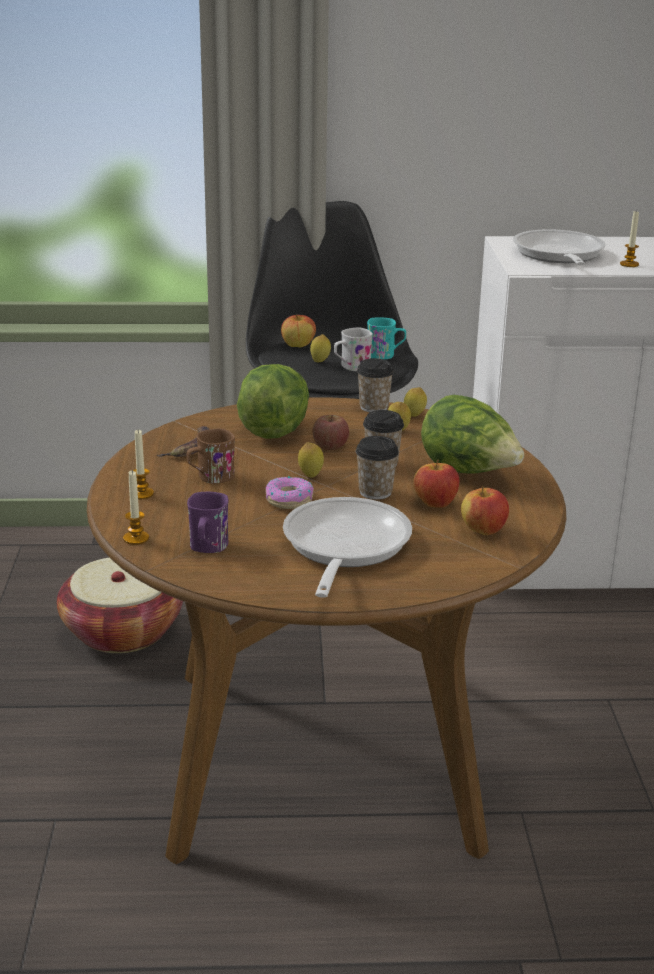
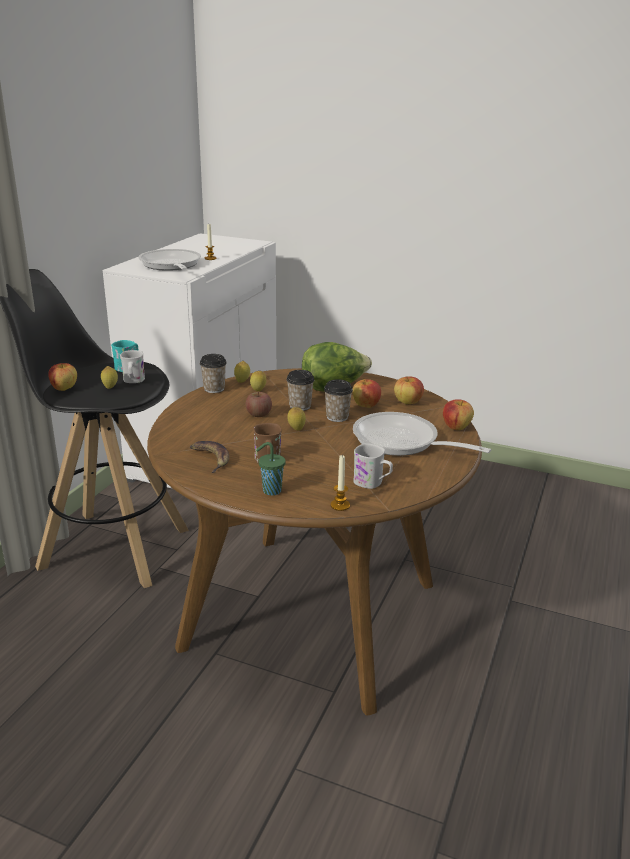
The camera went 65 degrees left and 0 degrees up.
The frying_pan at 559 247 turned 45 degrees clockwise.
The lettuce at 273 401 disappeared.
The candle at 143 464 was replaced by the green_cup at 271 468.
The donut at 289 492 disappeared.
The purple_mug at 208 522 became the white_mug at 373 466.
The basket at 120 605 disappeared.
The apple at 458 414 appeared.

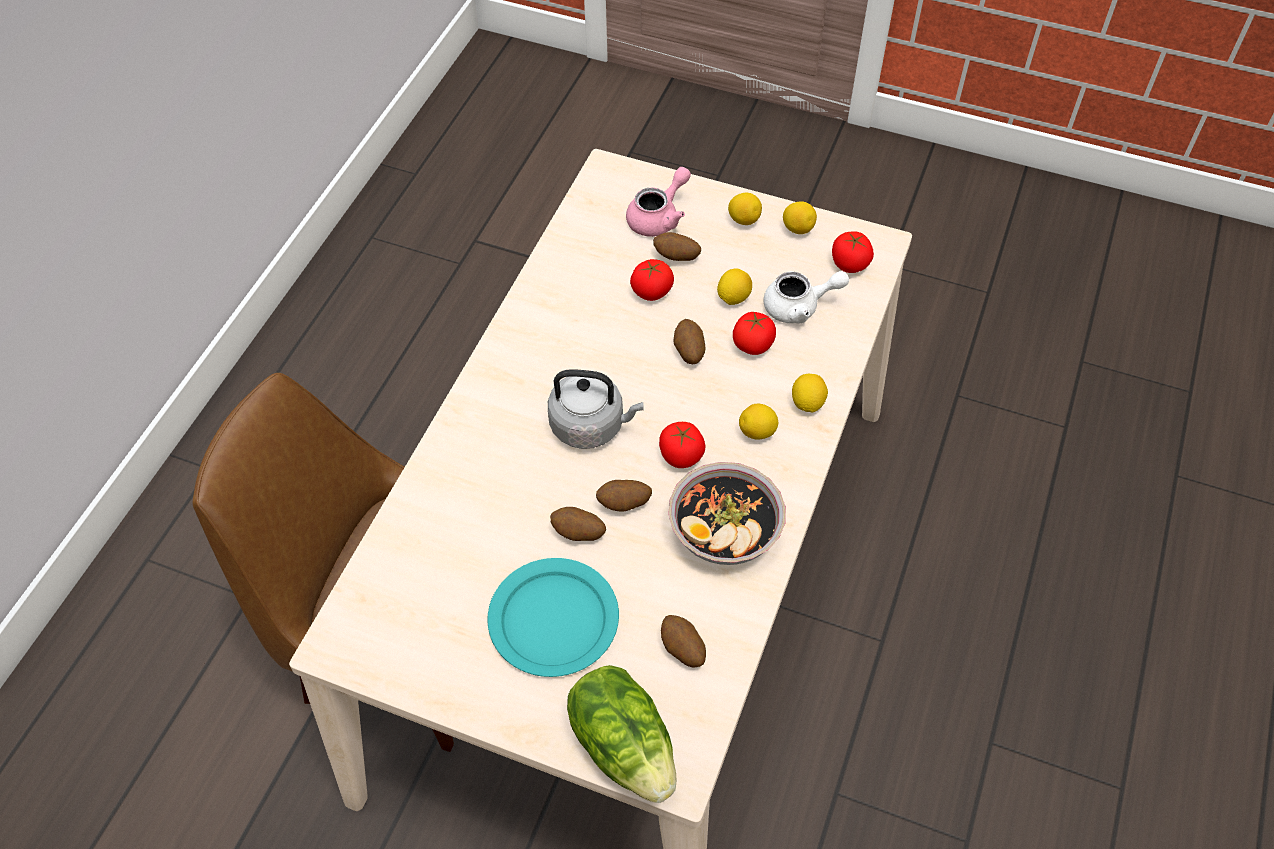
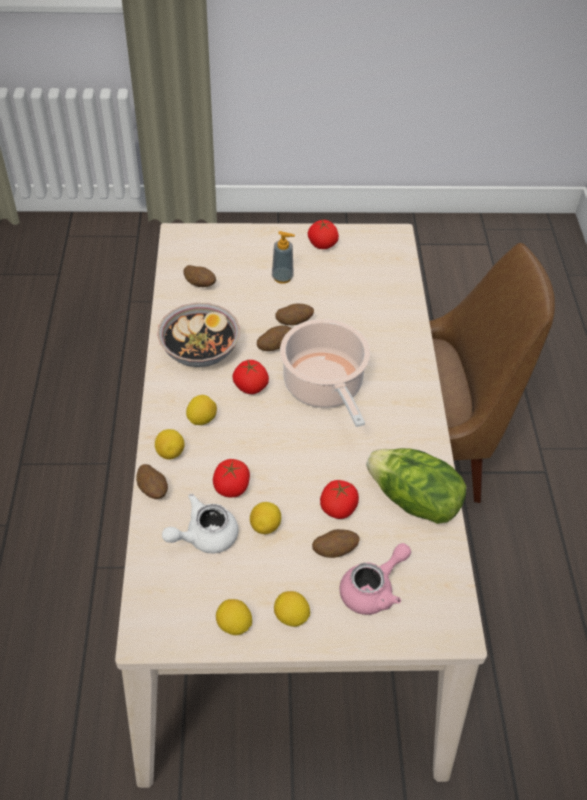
The camera went 155 degrees right and 5 degrees down.
The pink_teapot at 658 202 turned 150 degrees counterclockwise.
The tomato moved from 853 252 to 323 234.
The potato moved from 689 341 to 152 481.
The grey_kettle at 596 409 was replaced by the cooking_pot at 325 373.
The turquoise_plate at 553 617 was replaced by the soap_dispenser at 283 257.
The lettuce moved from 621 734 to 416 486.

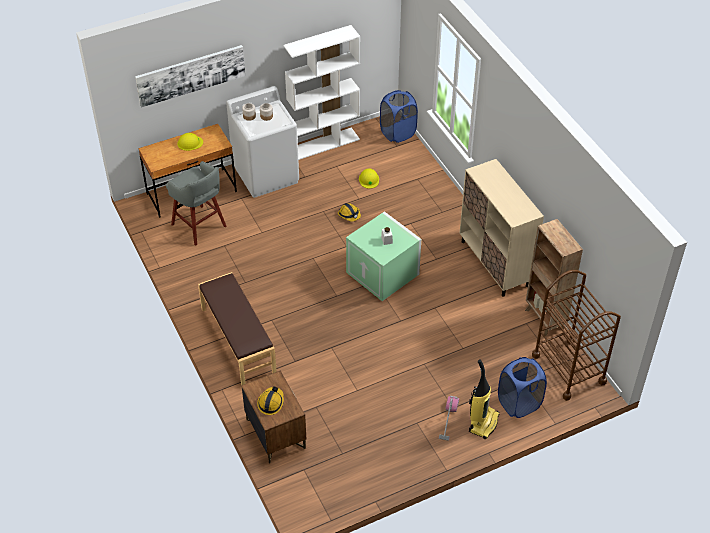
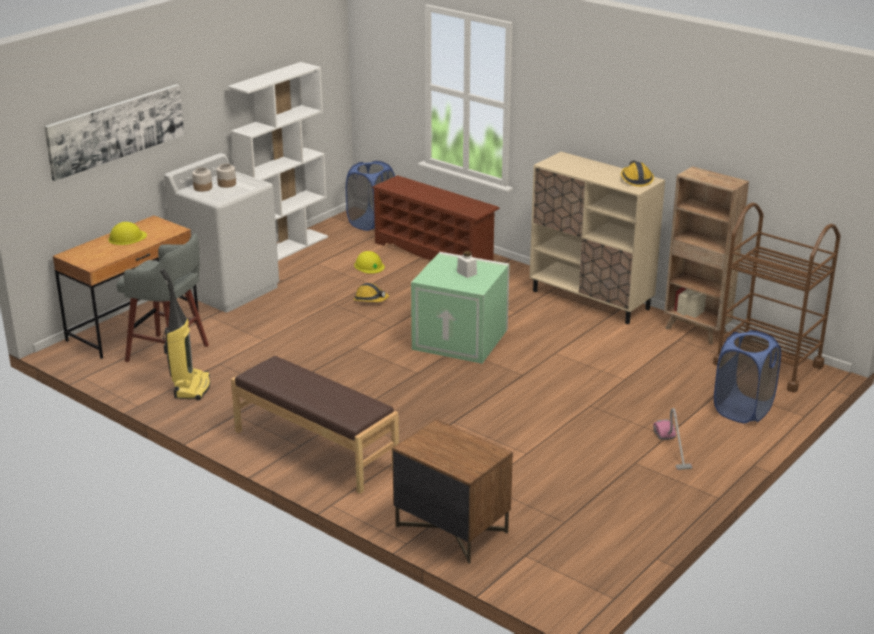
The camera went 25 degrees left and 20 degrees down.
The vacuum_cleaner moved from 484 399 to 185 334.
The hard_hat moved from 270 401 to 637 174.
The brown_shoe_rack at 436 218 appeared.

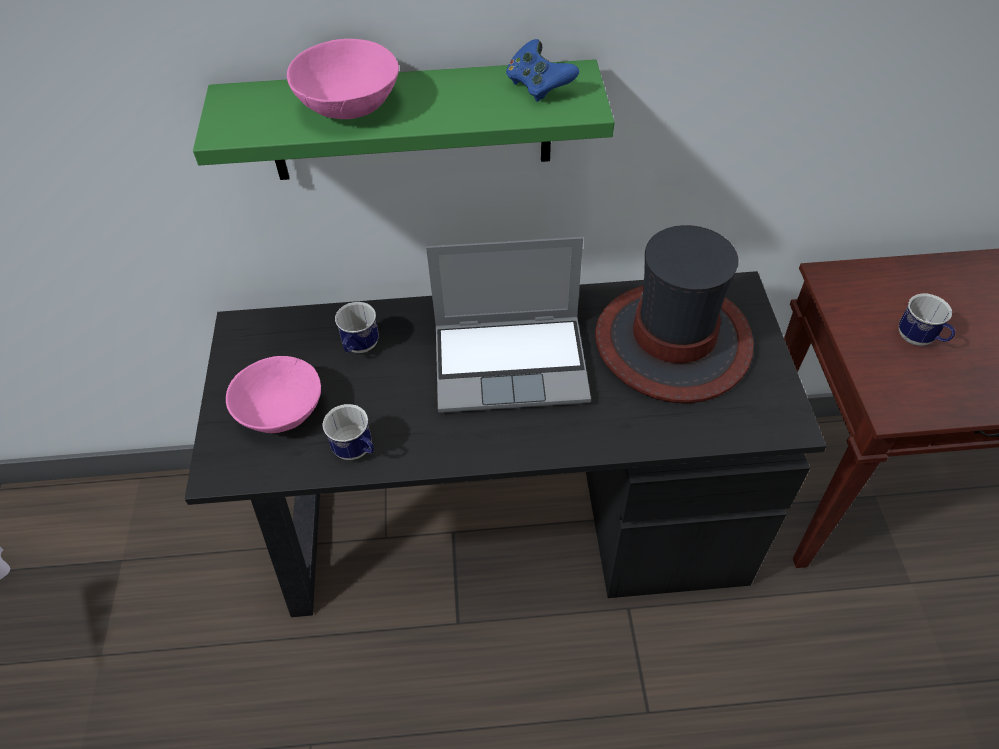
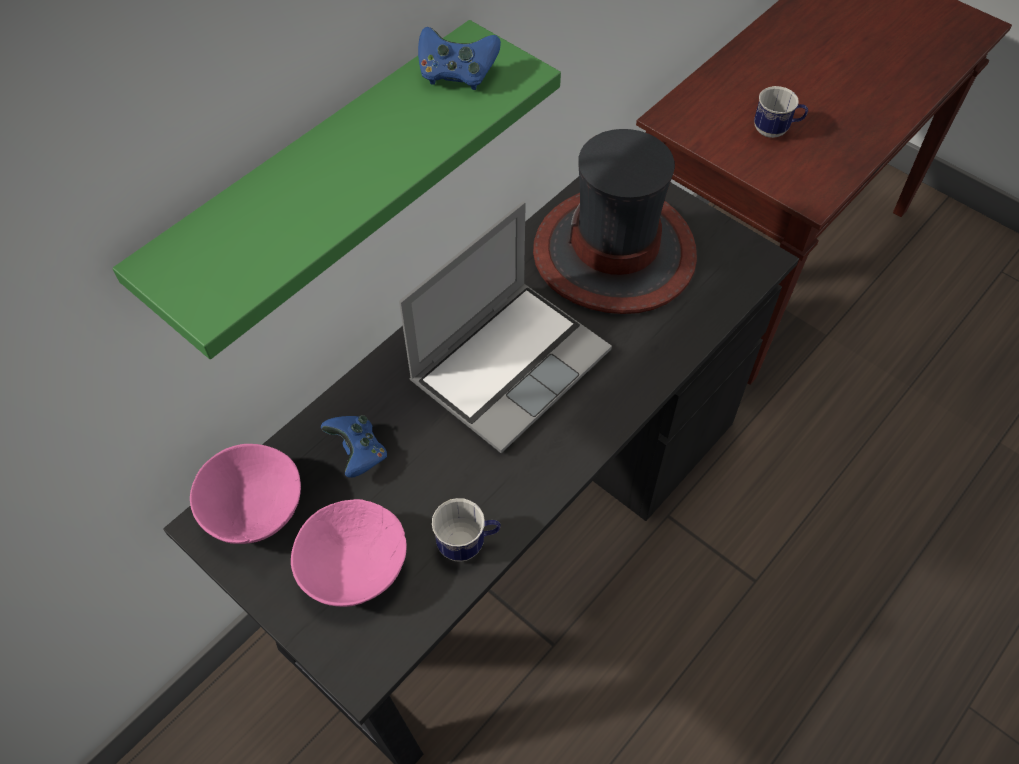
The camera went 45 degrees left and 5 degrees up.
The pink_bowl moved from 343 79 to 245 494.
The mug at 357 327 was replaced by the blue_game_controller at 354 446.

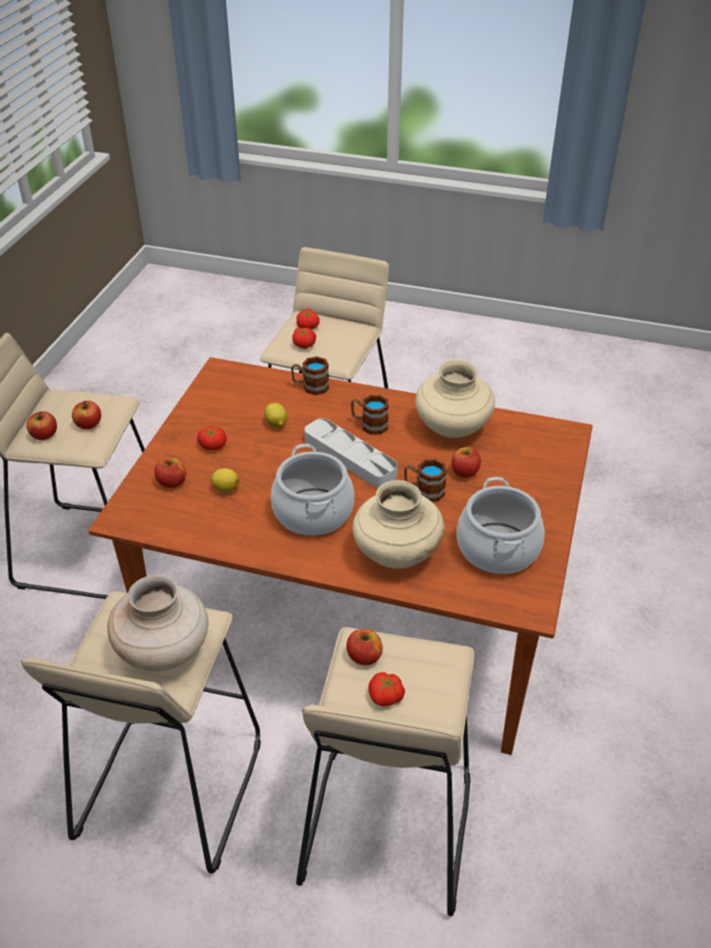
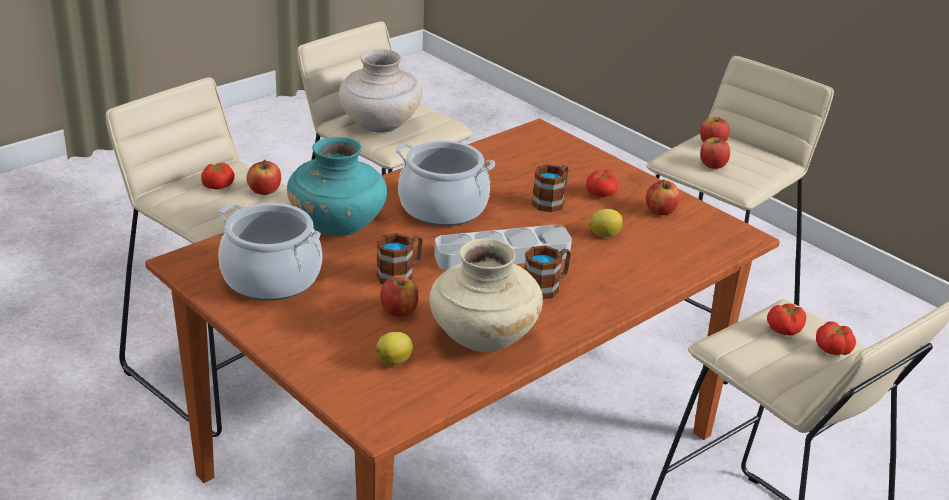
The camera went 120 degrees right and 10 degrees down.
The mug moved from 310 375 to 550 188.
The apple moved from 170 473 to 663 197.
The lemon moved from 224 480 to 394 349.
The beige_vase at 398 524 became the turquoise_vase at 337 186.

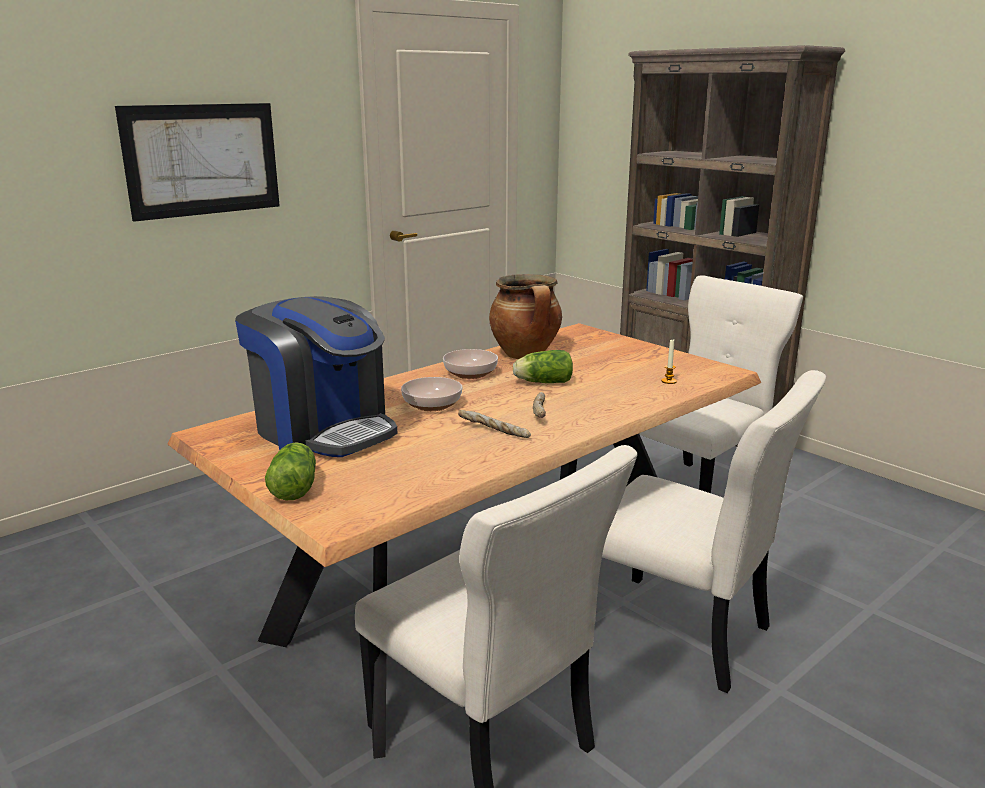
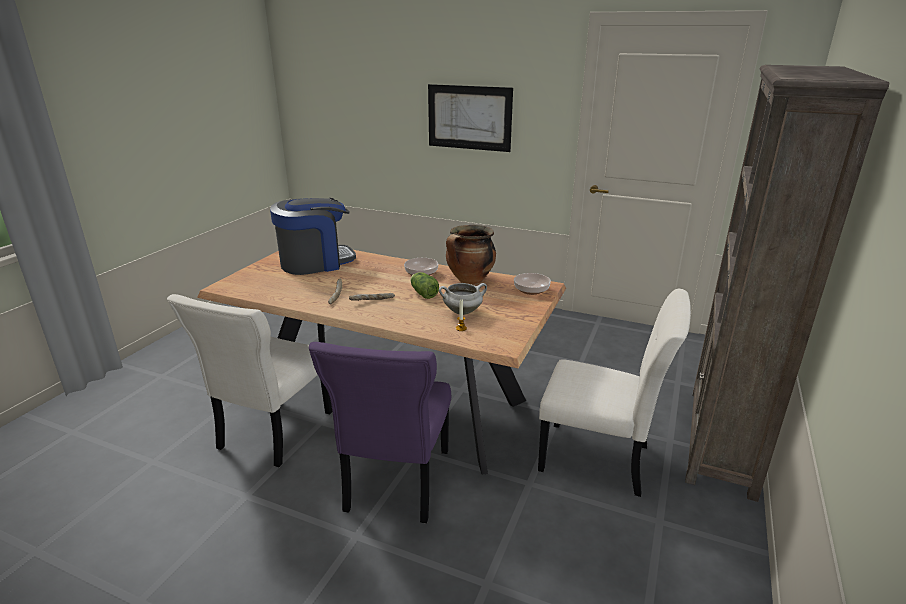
The camera went 65 degrees right and 5 degrees up.
The coffee_machine at 316 376 turned 135 degrees counterclockwise.
The beige_chair at 714 531 became the purple_chair at 380 433.
The bowl moved from 431 394 to 532 284.
The lettuce at 290 471 disappeared.
The white_cooking_pot at 463 299 appeared.

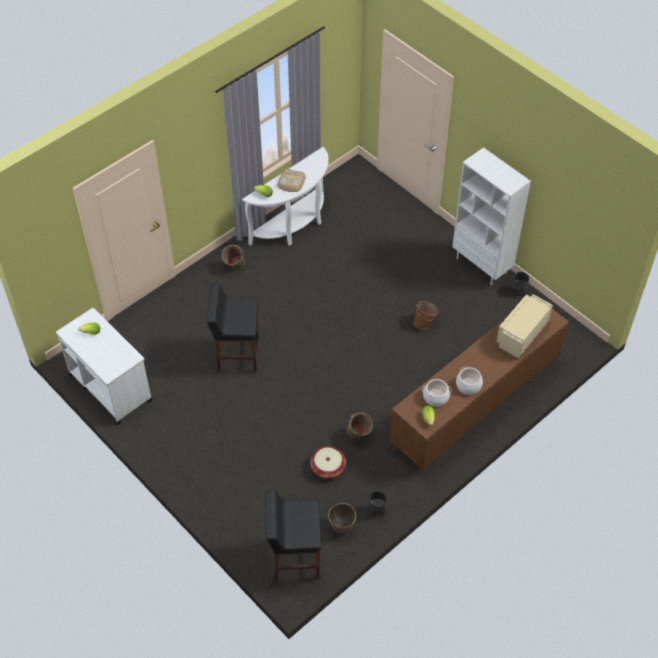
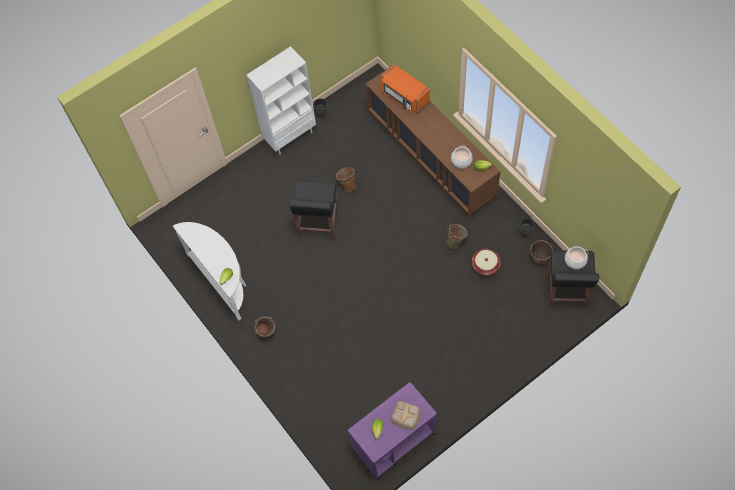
The camera went 80 degrees left and 10 degrees up.
The bread moved from 291 180 to 406 415.
The black_stool moved from 233 327 to 313 210.
The beige_microwave at 524 326 became the orange_microwave at 405 88.
The white_cart at 104 366 became the purple_cart at 392 431.
The cooking_pot moved from 469 381 to 576 257.

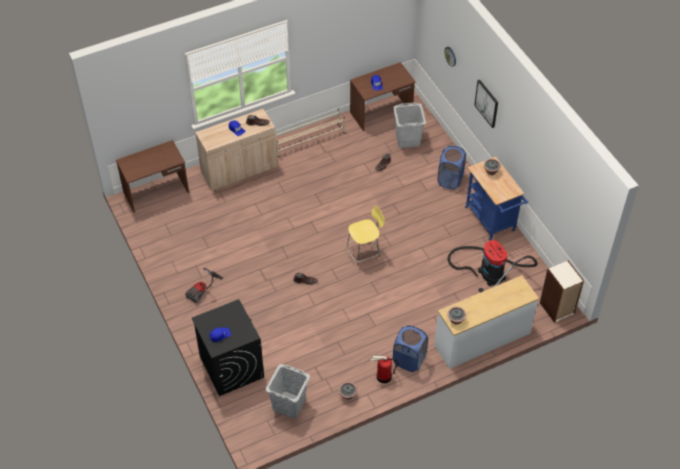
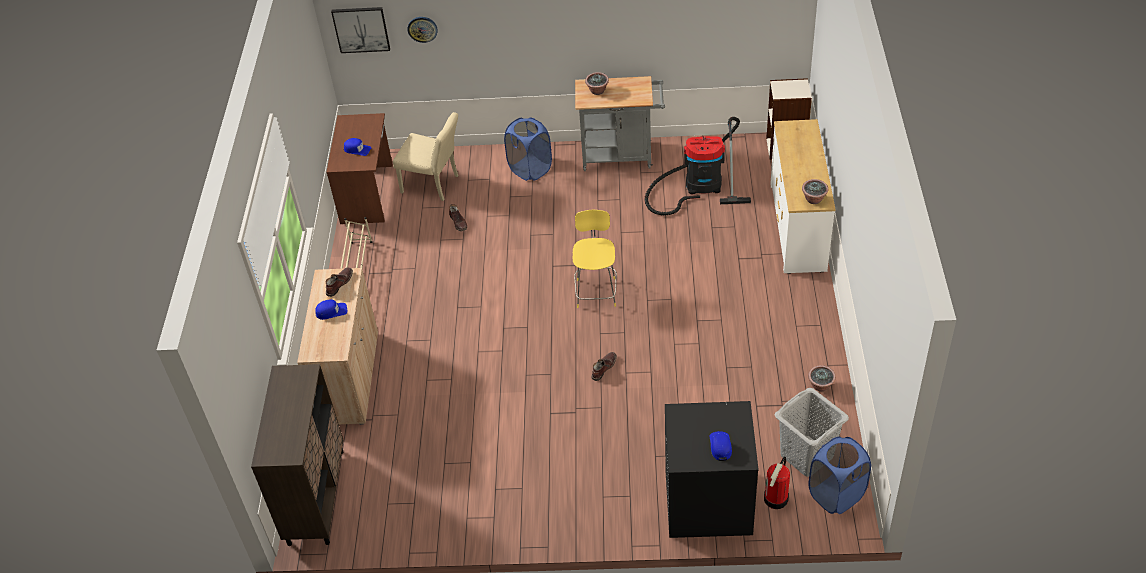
The camera went 60 degrees left and 5 degrees down.
The picture moved from 486 104 to 360 30.
The grey_laundry_basket at 409 125 was replaced by the beige_chair at 425 156.
The brown_desk at 152 176 was replaced by the brown_cabinet at 297 455.
The blue_cart at 496 199 became the grey_cart at 620 123.
The vacuum_cleaner at 204 285 disappeared.
The blue_laundry_basket moved from 410 348 to 840 475.
The fire_extinguisher moved from 384 369 to 777 483.

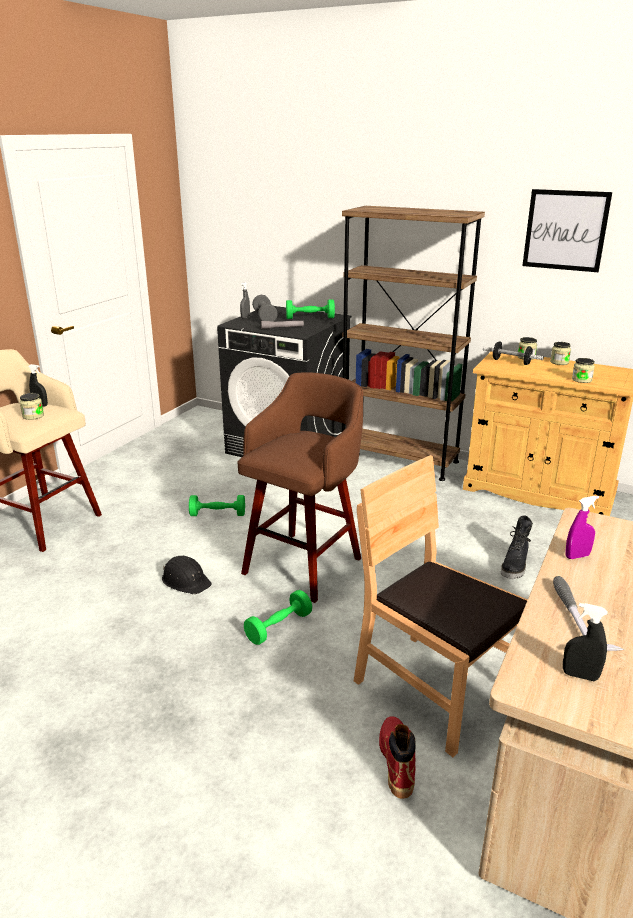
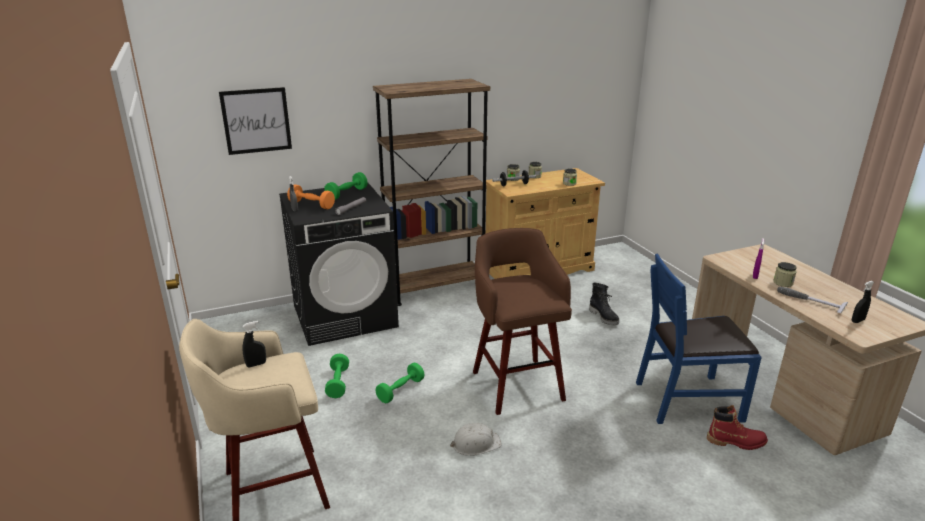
The camera went 50 degrees left and 0 degrees up.
The picture moved from 567 230 to 255 121.
The grey_dumbbell at 265 308 became the orange_dumbbell at 311 196.
The jar moved from 32 406 to 785 274.
The brown_chair at 441 606 became the blue_chair at 699 339.
The black_hard_hat at 187 575 became the white_hard_hat at 476 439.
The green_dumbbell moved from 278 617 to 337 376.
The red_boot at 397 757 turned 150 degrees clockwise.

